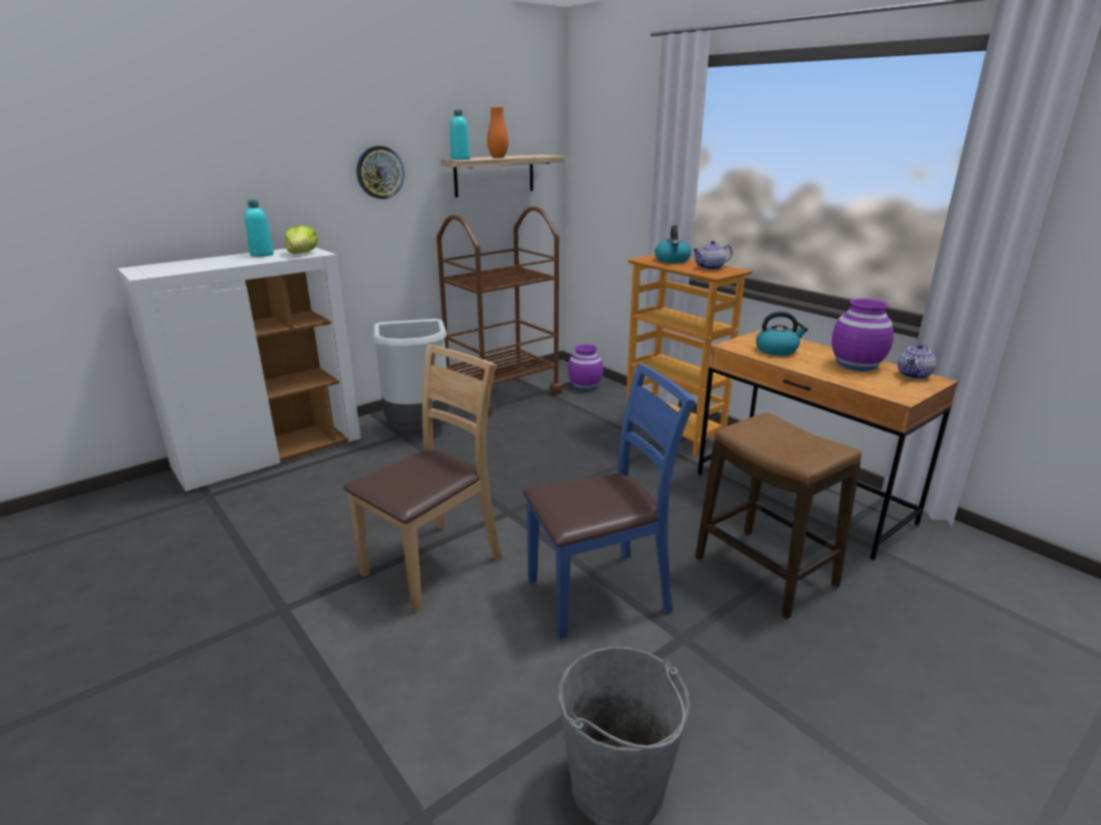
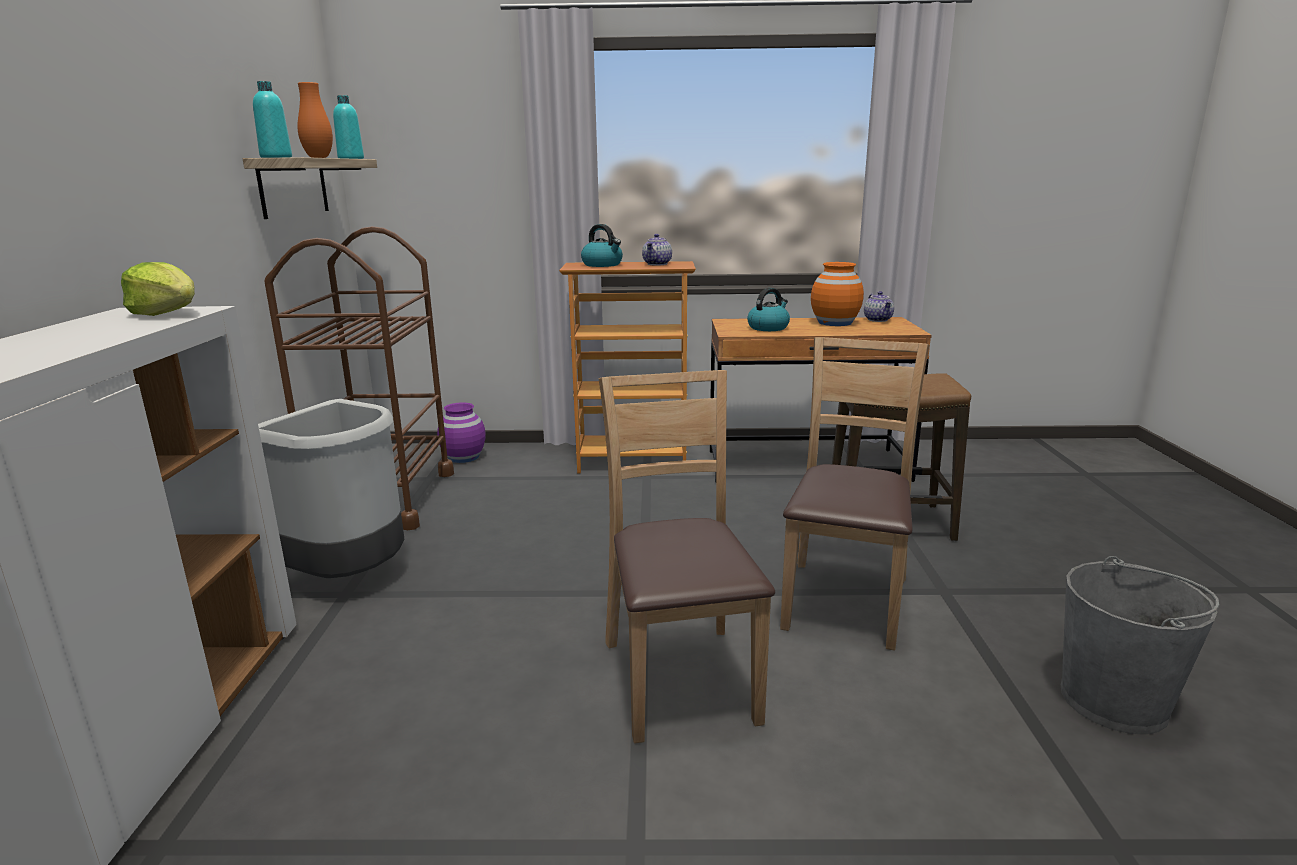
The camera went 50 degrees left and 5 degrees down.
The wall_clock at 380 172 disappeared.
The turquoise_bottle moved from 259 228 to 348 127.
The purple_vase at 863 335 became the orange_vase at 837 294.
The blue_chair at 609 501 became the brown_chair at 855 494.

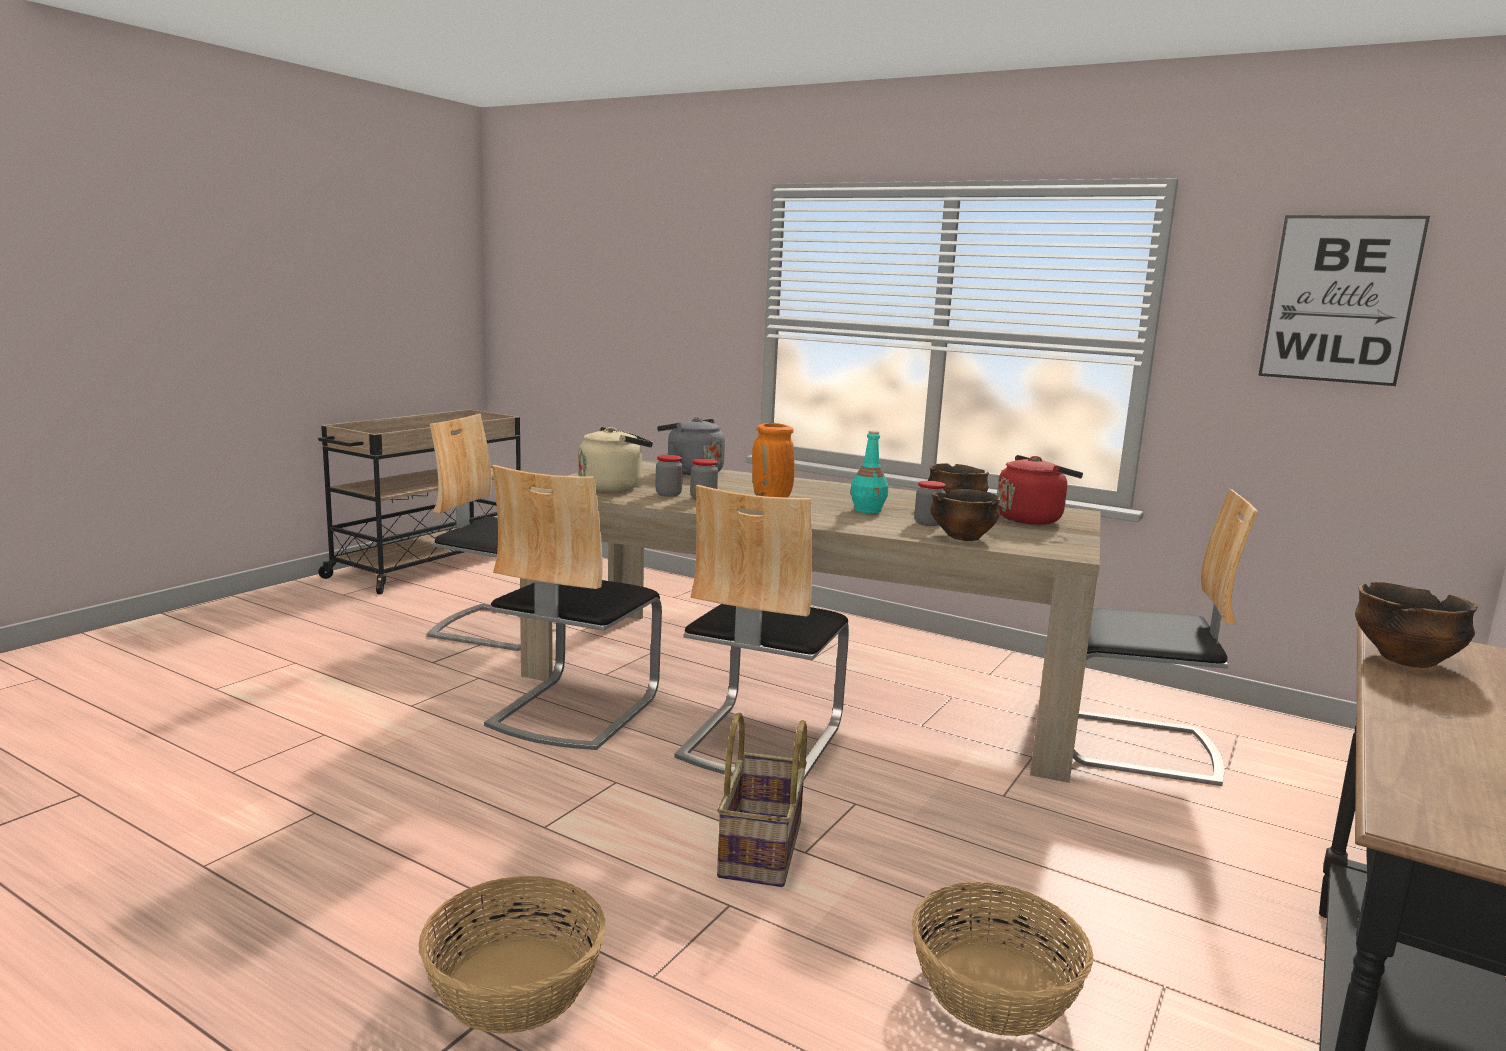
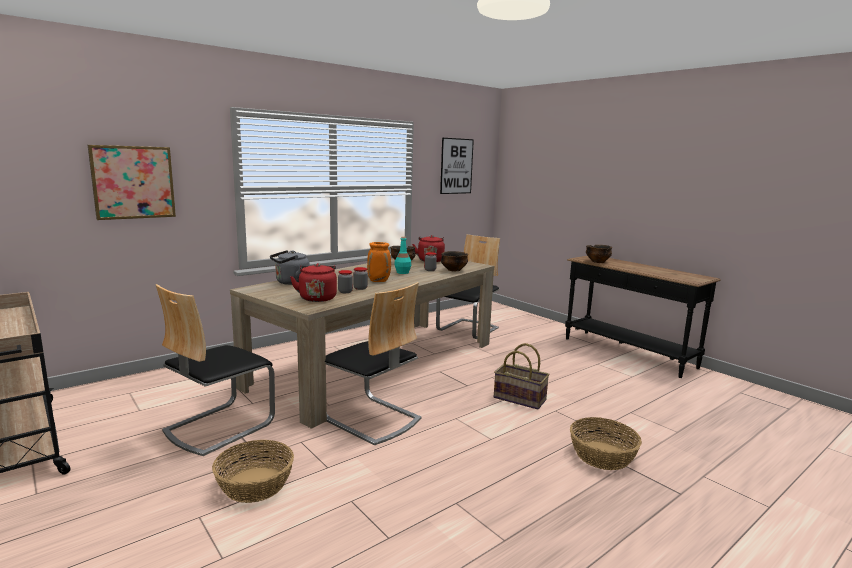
The camera went 70 degrees left and 0 degrees up.
The beige_kettle at 615 459 became the red_kettle at 313 282.
The chair at 761 632 disappeared.
The basket moved from 1002 959 to 253 471.
The picture at 132 182 appeared.

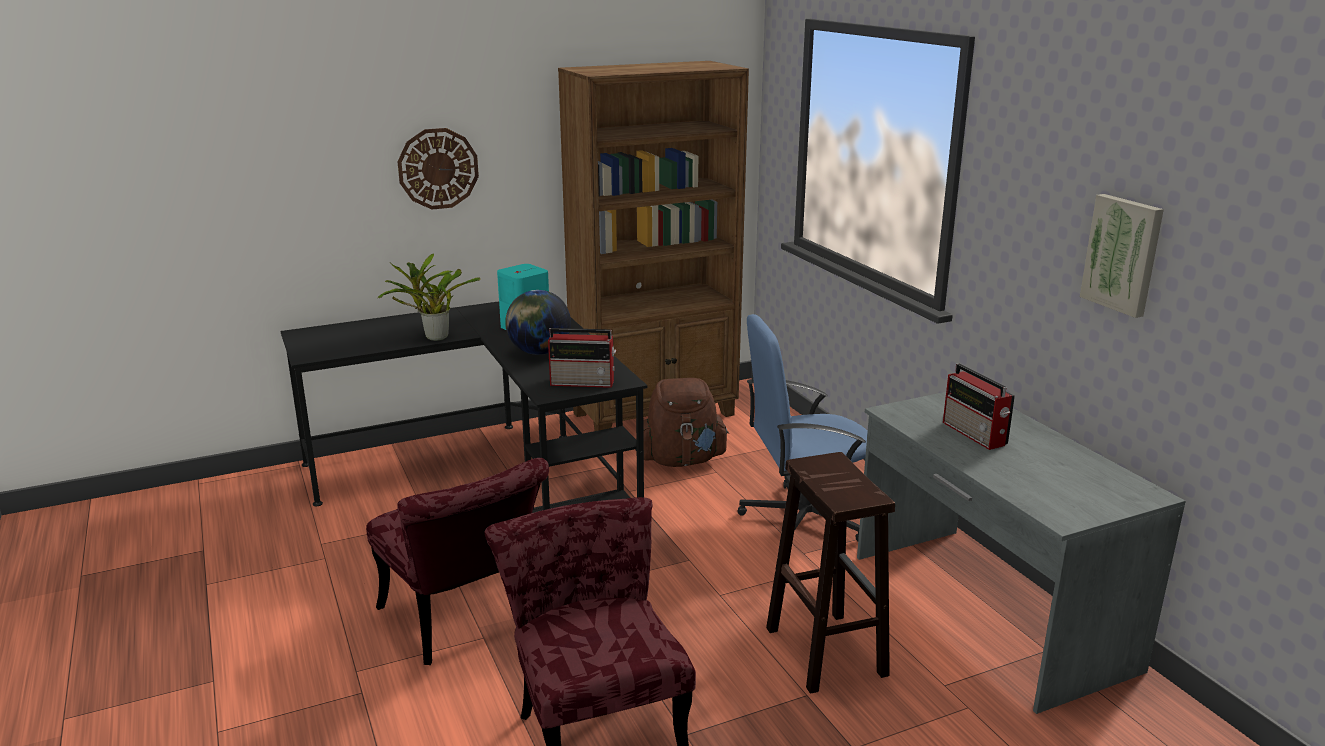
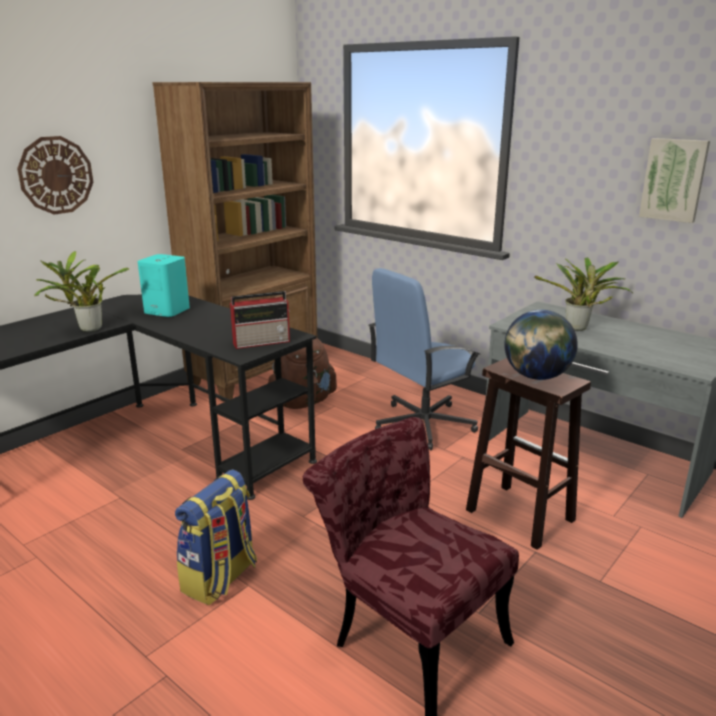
The camera went 25 degrees left and 0 degrees up.
The globe moved from 538 322 to 541 345.
The radio at 979 406 was replaced by the potted_plant at 584 294.
The red_chair at 457 561 was replaced by the backpack at 216 537.

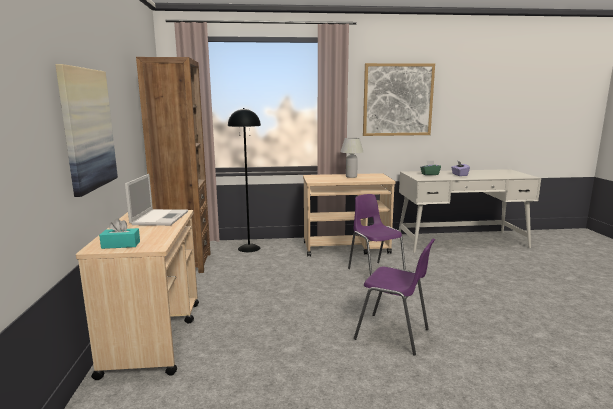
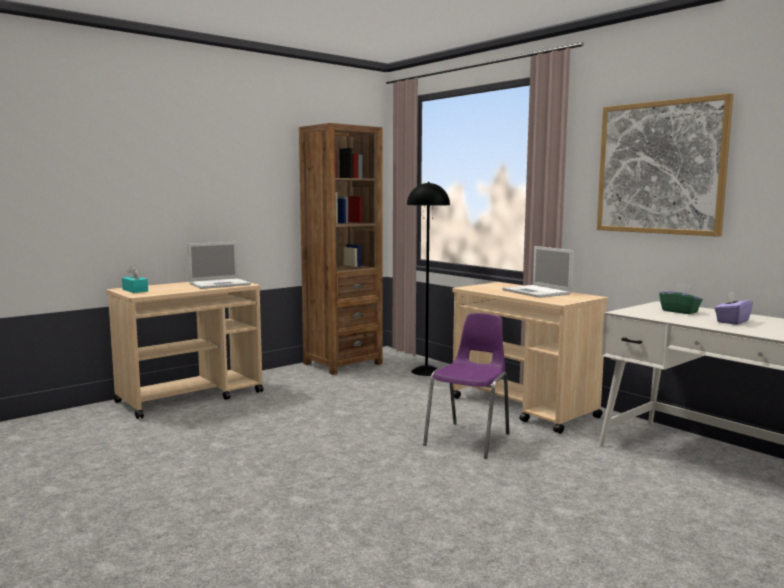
The camera went 55 degrees right and 5 degrees down.
The picture at 86 130 disappeared.
The white_table_lamp at 351 158 was replaced by the laptop at 538 272.
The purple_chair at 394 296 disappeared.

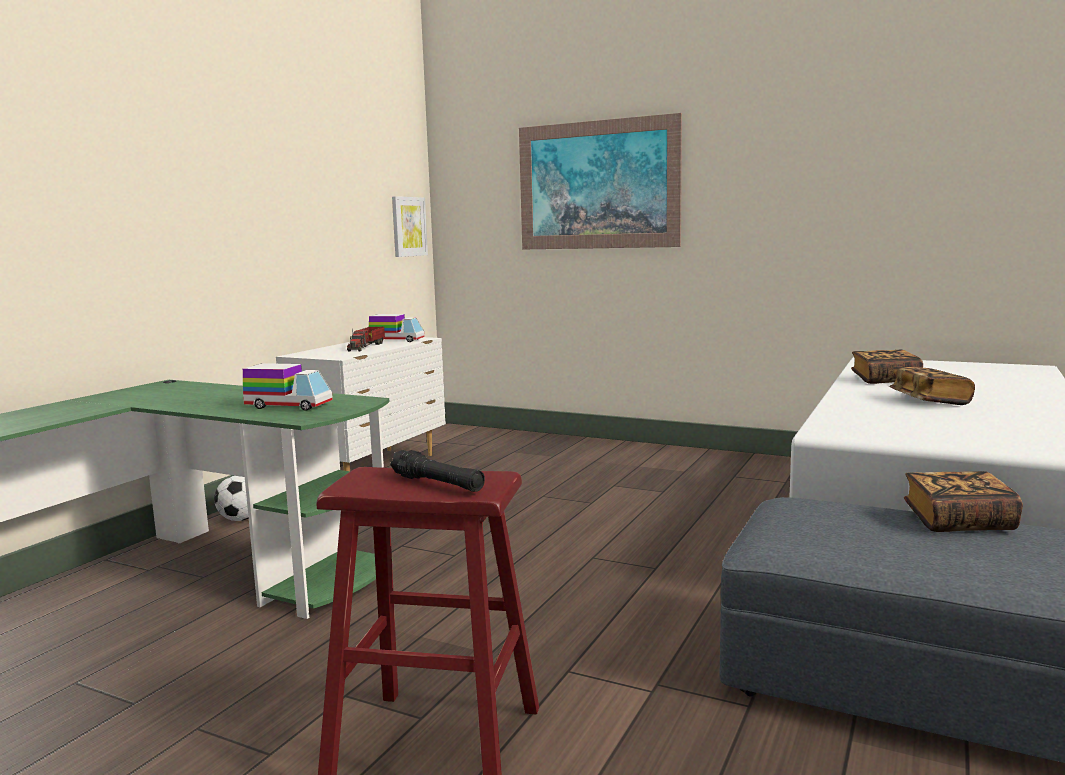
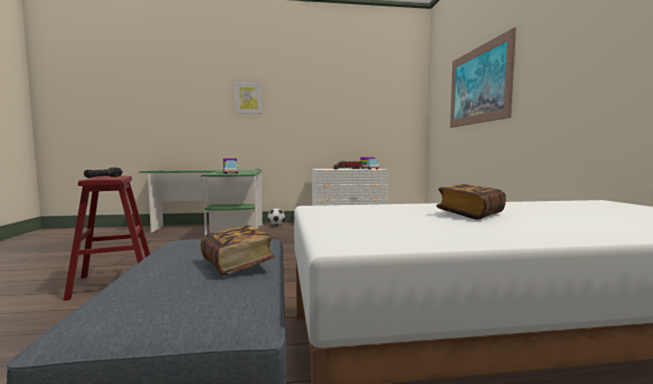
The camera went 55 degrees right and 5 degrees down.
The picture moved from 410 226 to 248 98.
The book at 887 367 disappeared.

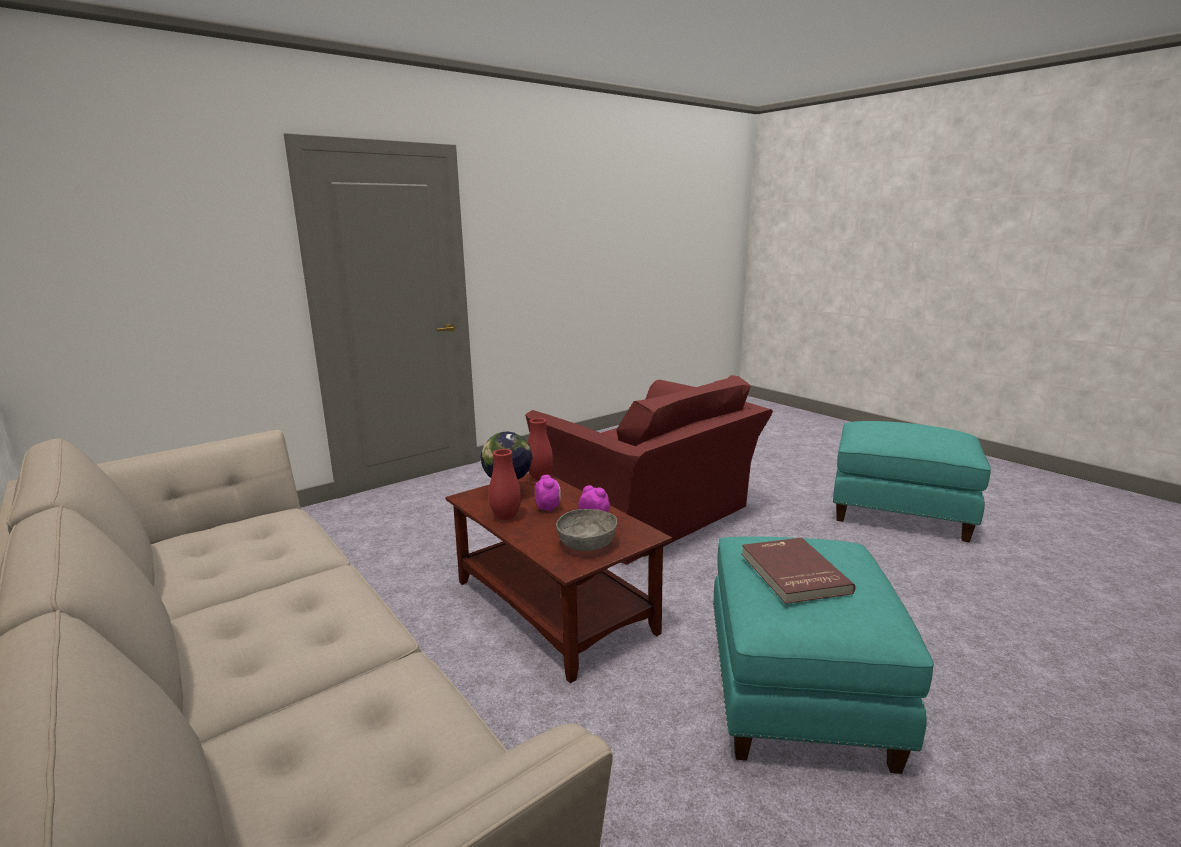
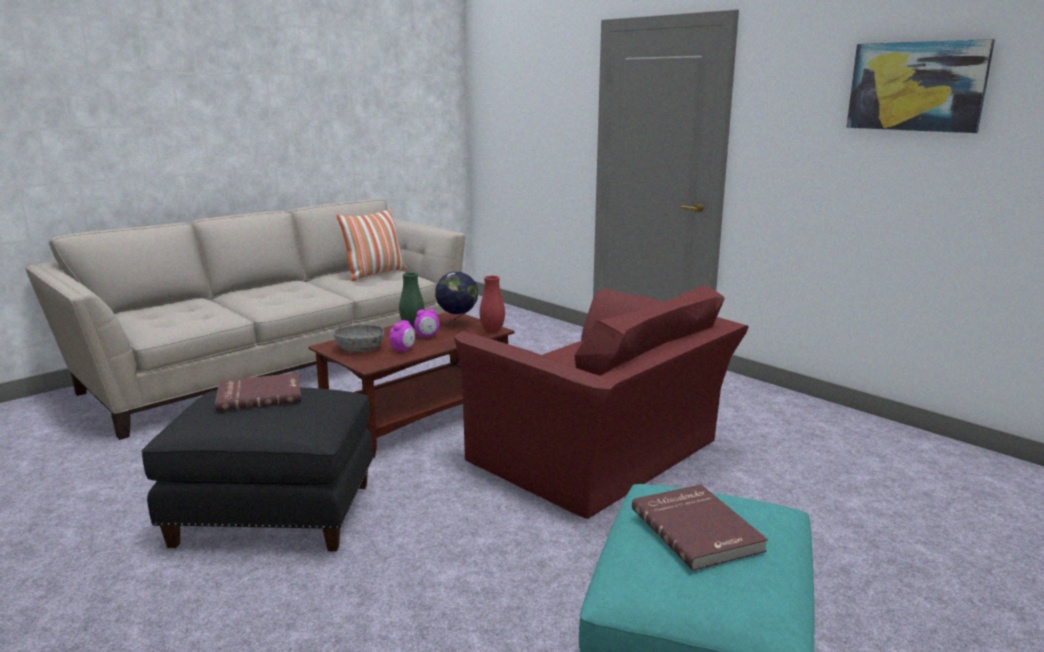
The camera went 85 degrees right and 0 degrees up.
The red_armchair at 649 470 turned 90 degrees counterclockwise.
The red_vase at 505 484 became the green_vase at 412 300.
The turquoise_ottoman at 823 655 became the black_ottoman at 257 469.
The picture at 920 86 appeared.
The pillow at 372 245 appeared.
The red_book at 700 527 appeared.

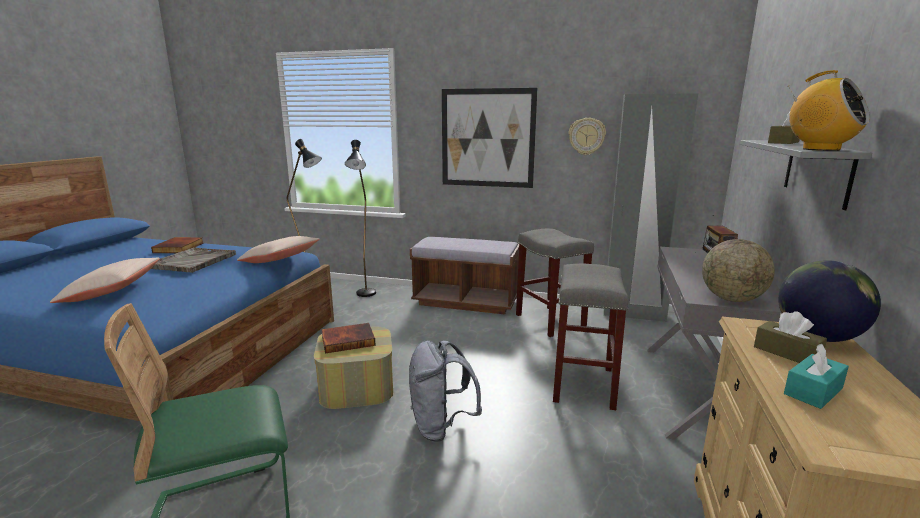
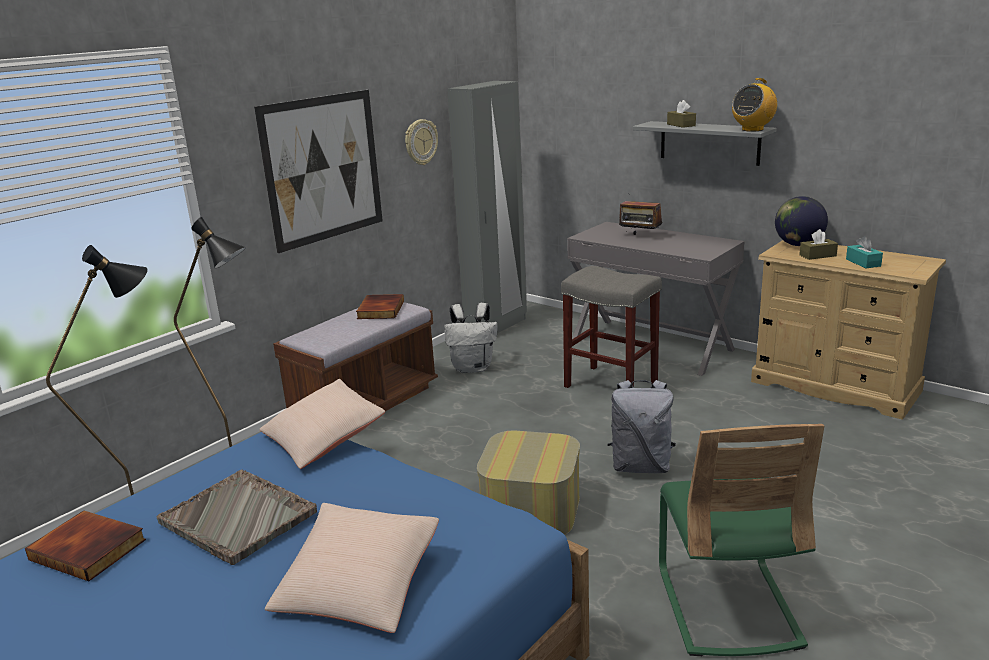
The camera went 65 degrees left and 5 degrees up.
The radio at 829 110 turned 150 degrees clockwise.
The grey_stool at 555 283 was replaced by the white_backpack at 471 338.
The globe at 738 270 disappeared.
The book moved from 349 338 to 380 306.

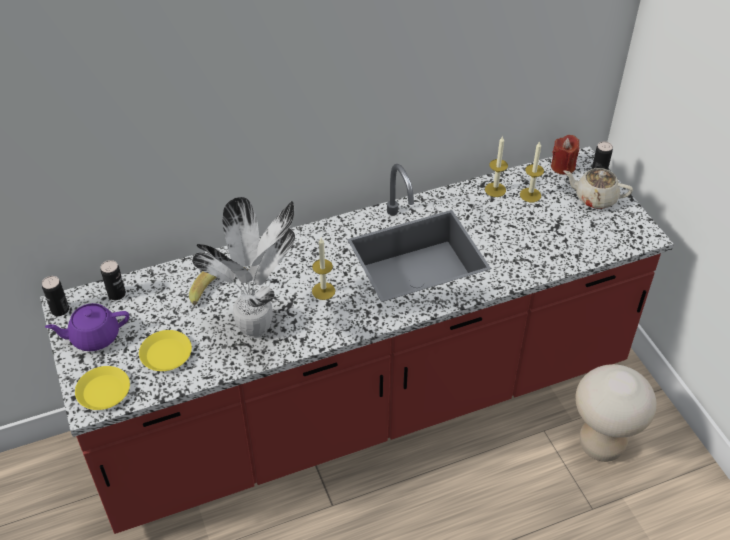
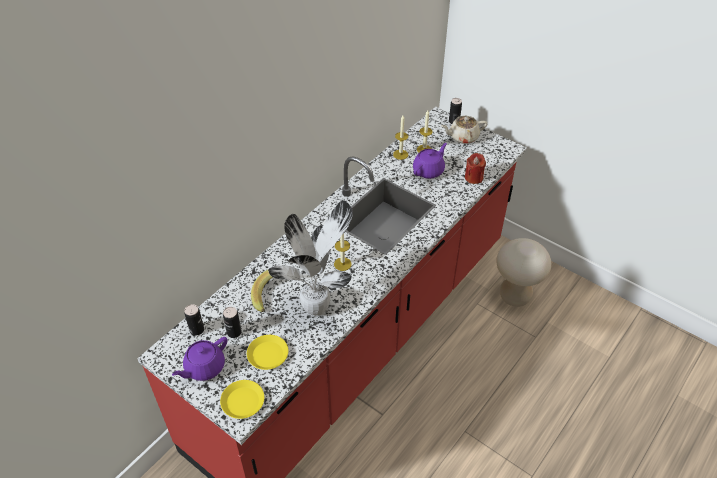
The camera went 30 degrees left and 0 degrees up.
The red_candle moved from 565 155 to 475 168.
The can moved from 55 296 to 232 322.
The purple_teapot at 430 161 appeared.

